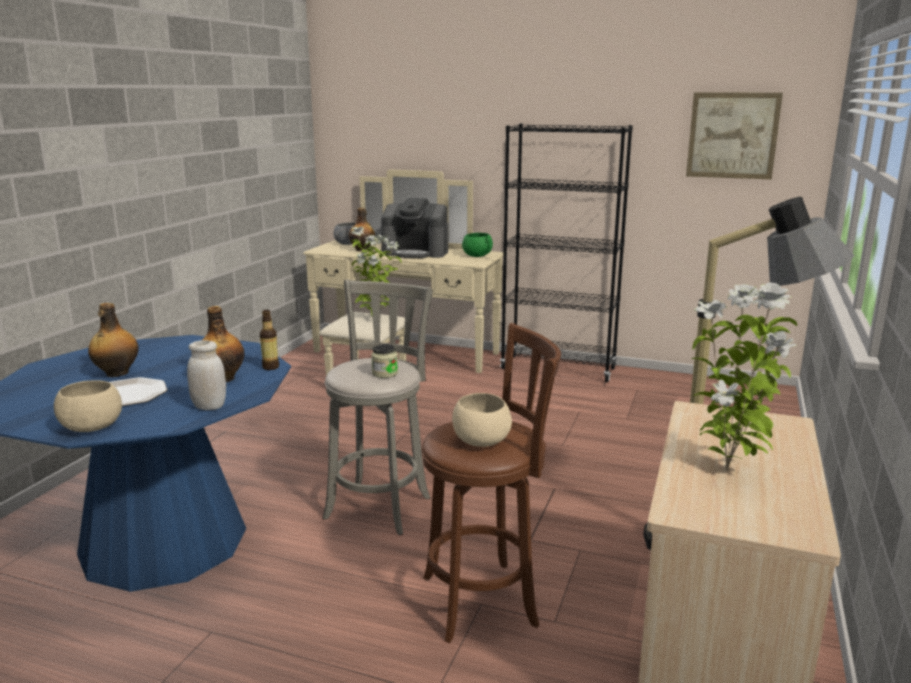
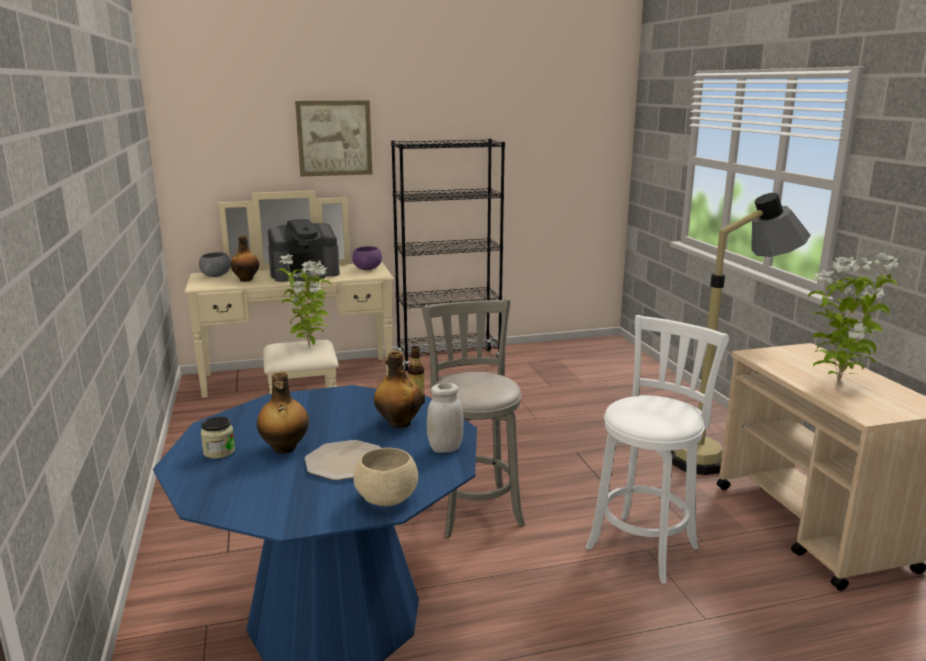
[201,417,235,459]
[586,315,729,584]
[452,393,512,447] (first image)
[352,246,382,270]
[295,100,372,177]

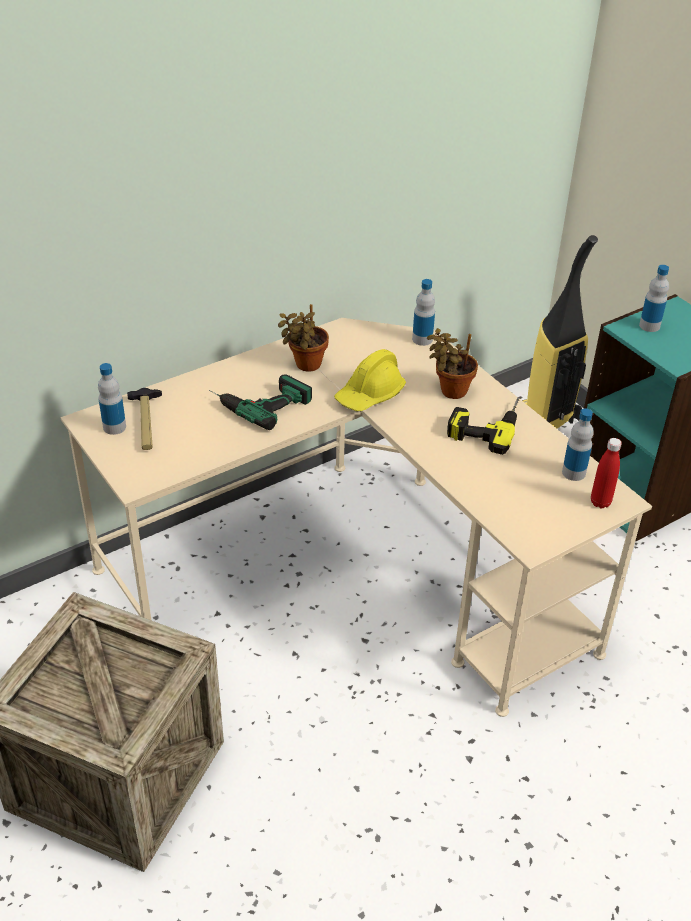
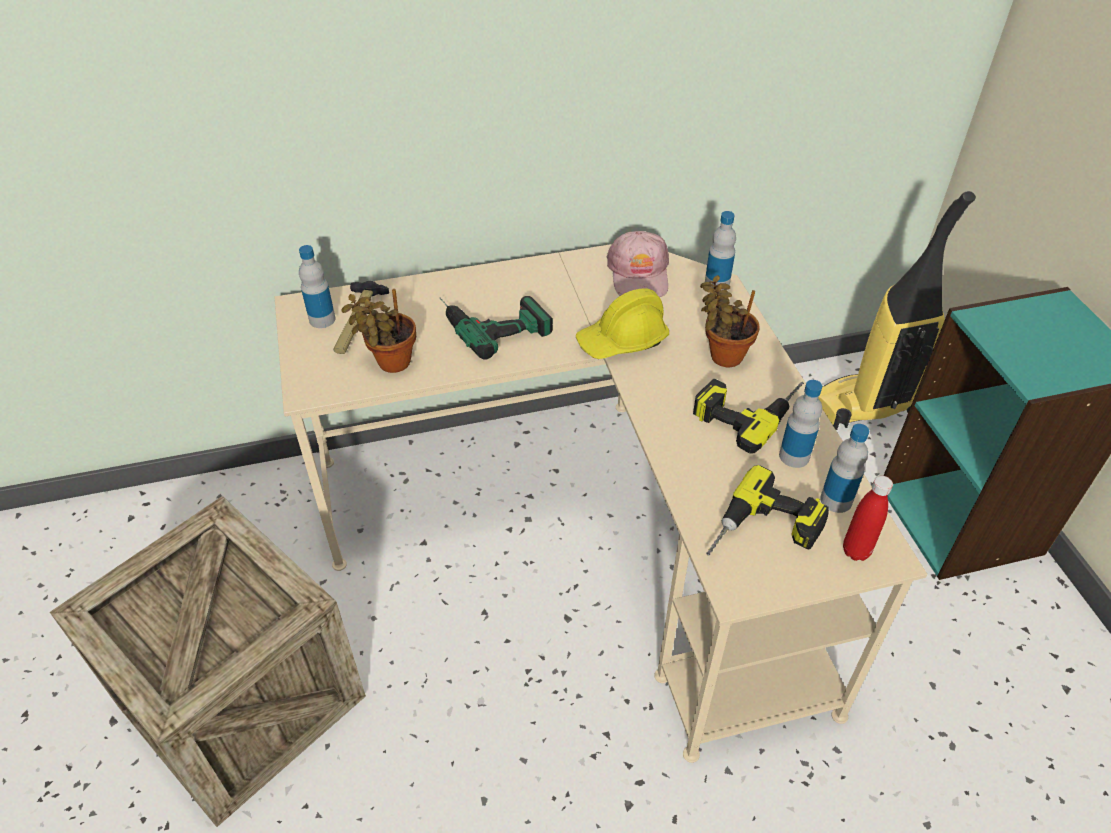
[341,289,416,373]
[779,380,822,468]
[606,231,669,297]
[706,465,829,556]

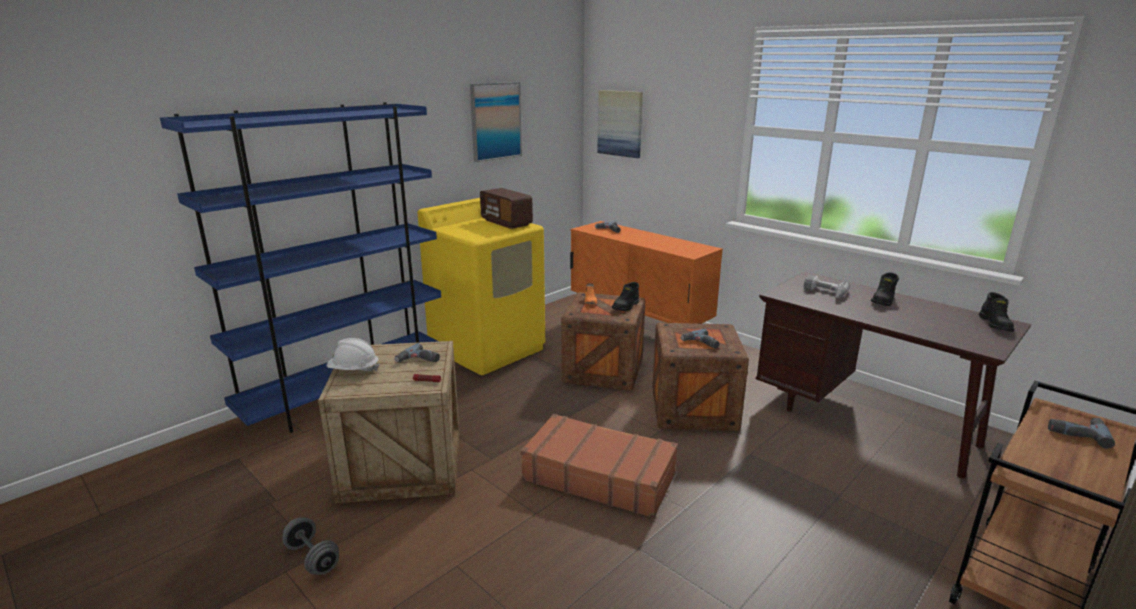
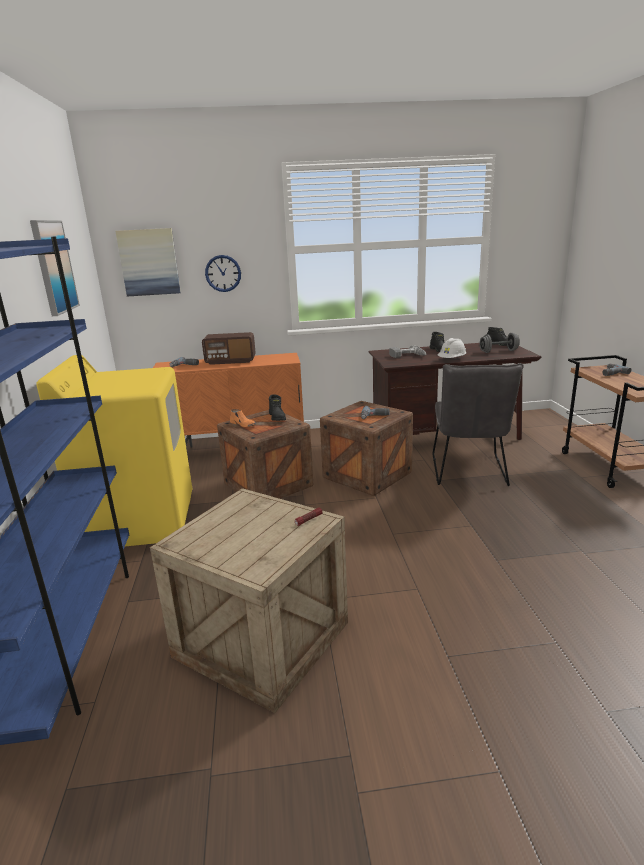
[480,333,520,353]
[438,338,466,358]
[394,343,440,363] (first image)
[202,332,256,365]
[521,414,678,519] (first image)
[205,255,241,292]
[432,363,524,486]

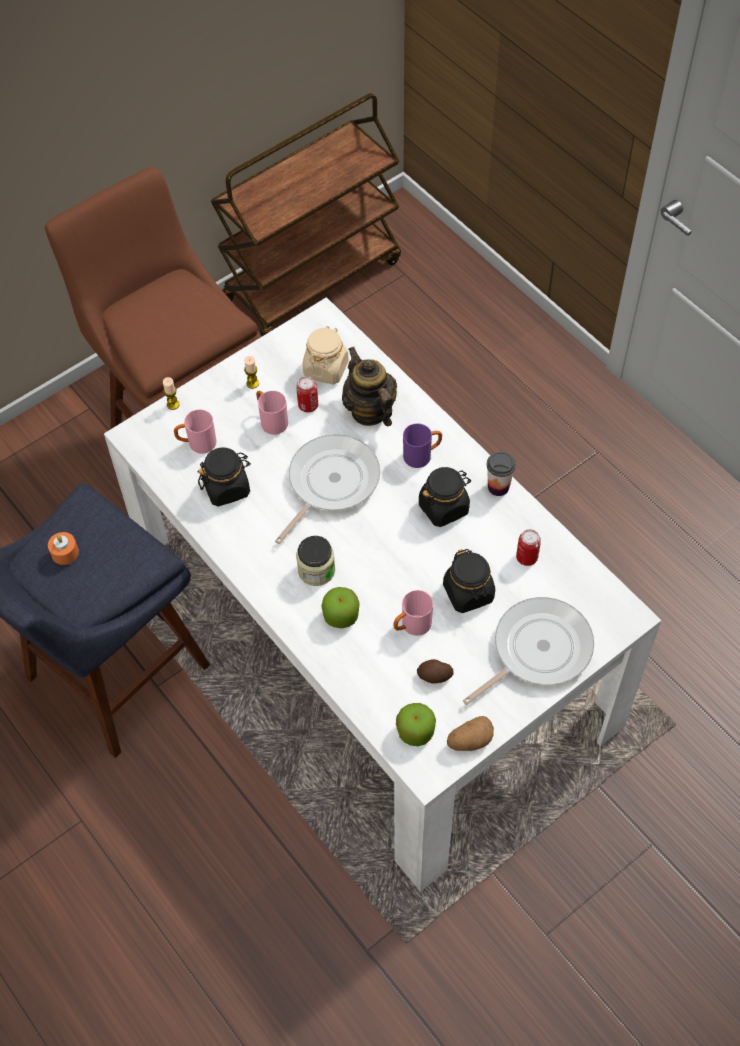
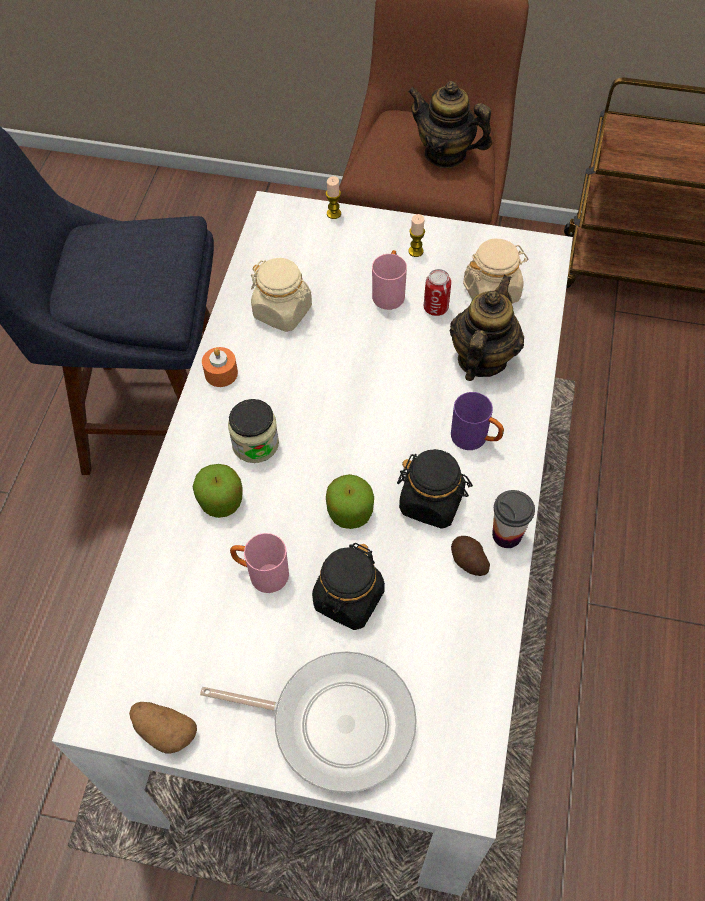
[202,347,238,387]
[174,409,216,454] (first image)
[251,258,312,332]
[275,434,380,544] (first image)
[326,474,374,529]
[451,536,490,576]
[516,529,541,566] (first image)
[408,81,492,168]

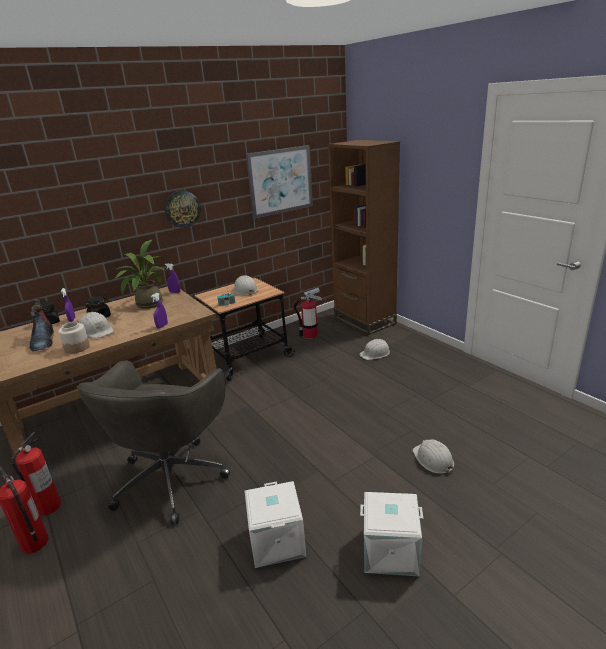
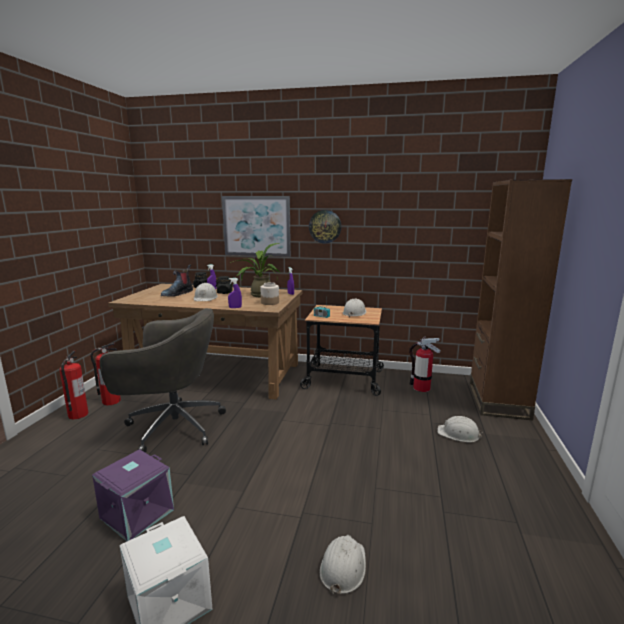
[260,282,279,305]
[100,308,226,453]
[92,449,174,541]
[222,196,291,257]

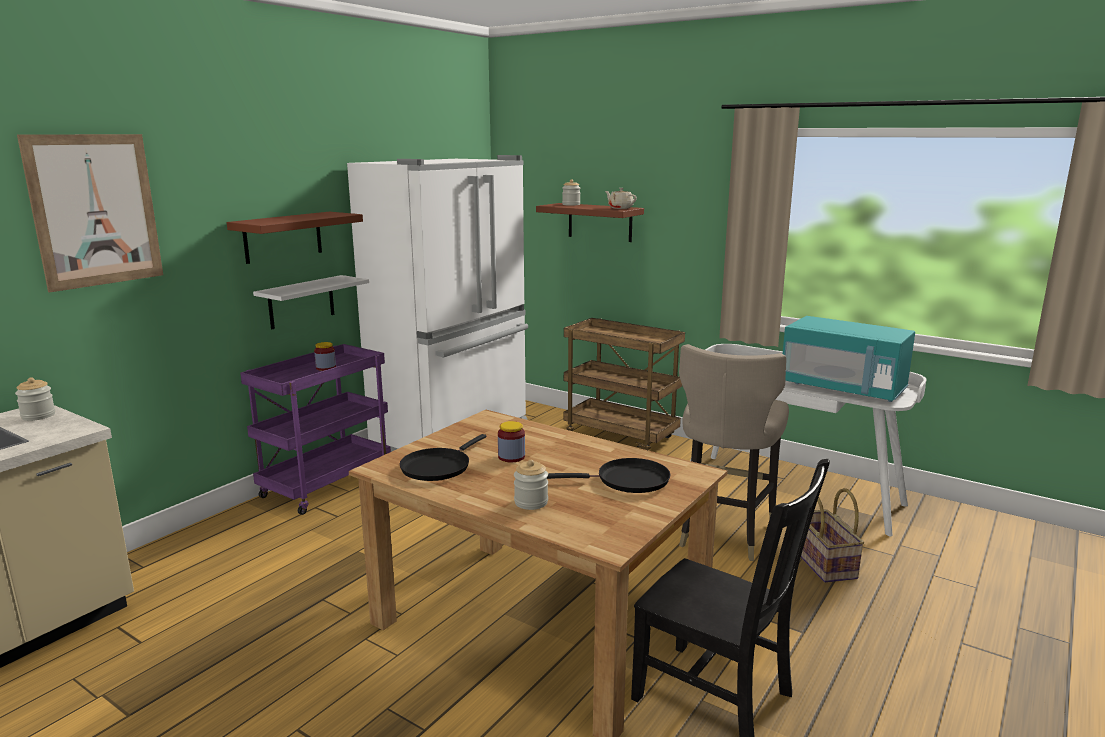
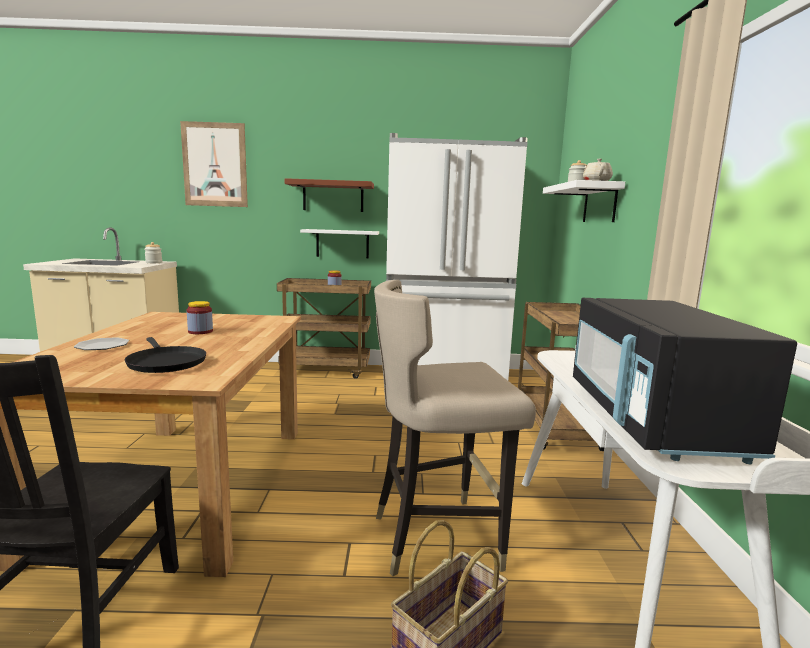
[277,278,371,379]
[400,434,486,481] (first image)
[74,337,129,350]
[543,180,625,222]
[573,298,797,464]

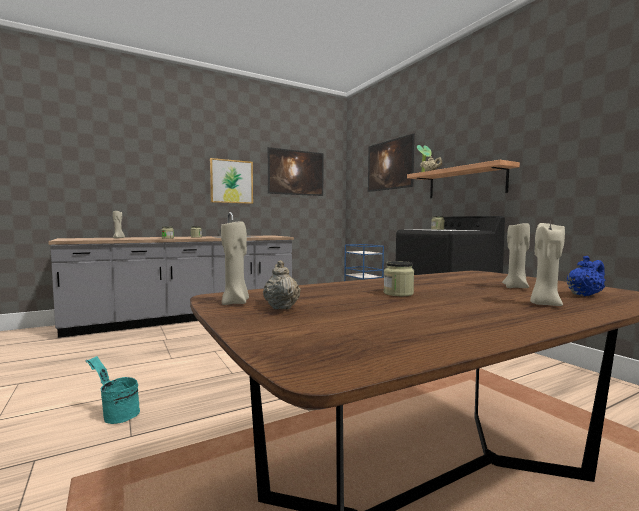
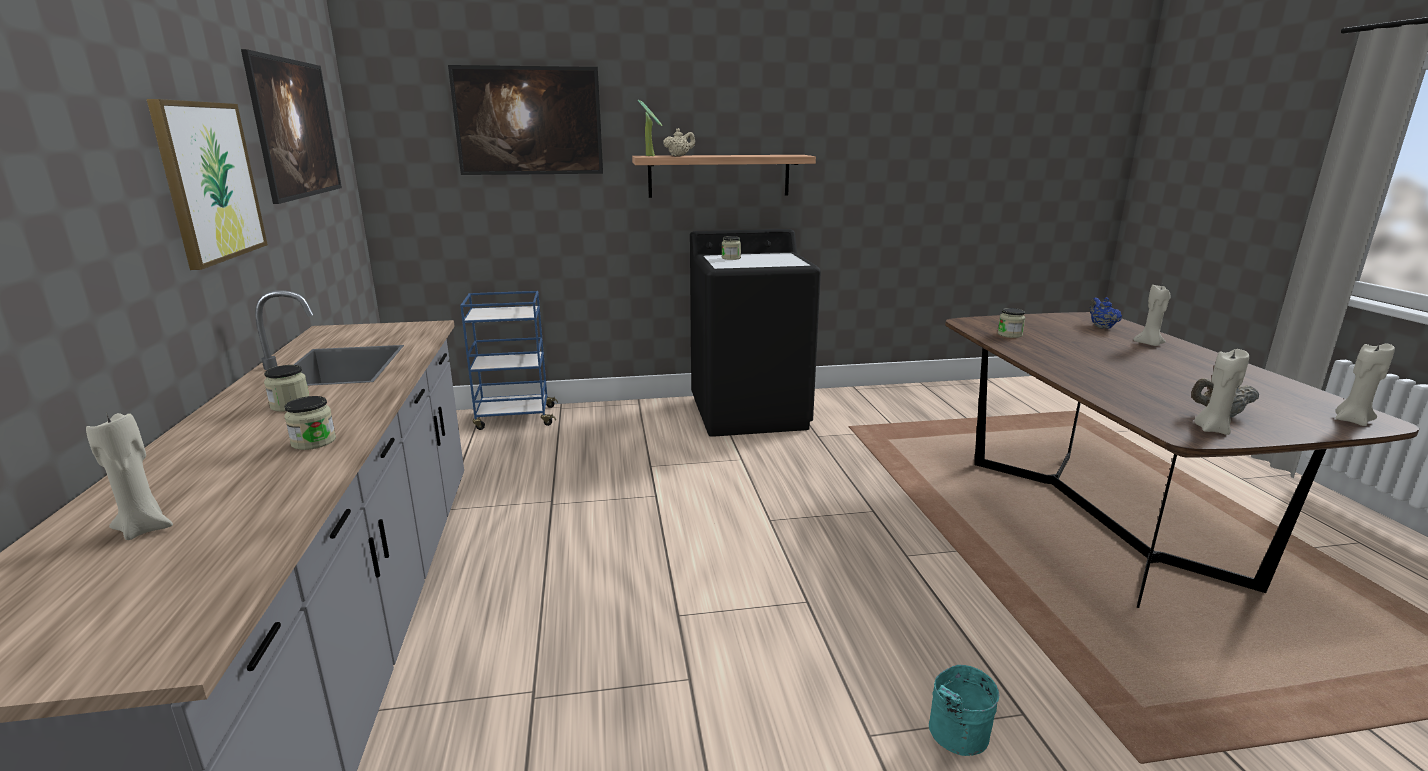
[998,308,1025,338]
[1335,342,1395,426]

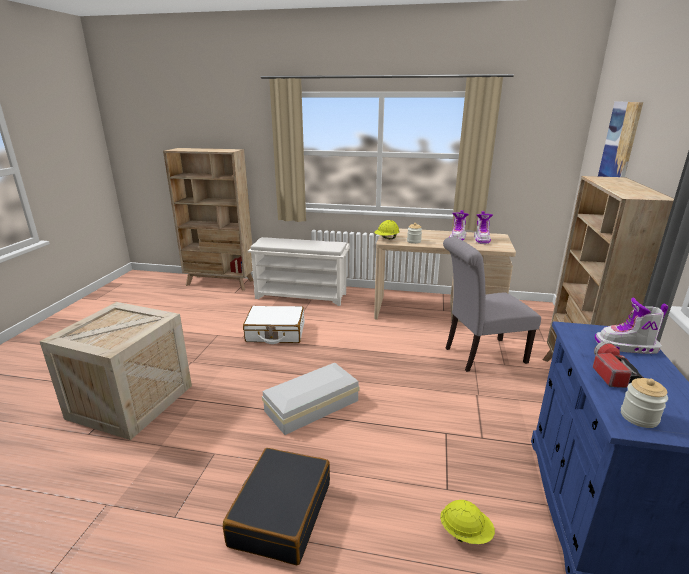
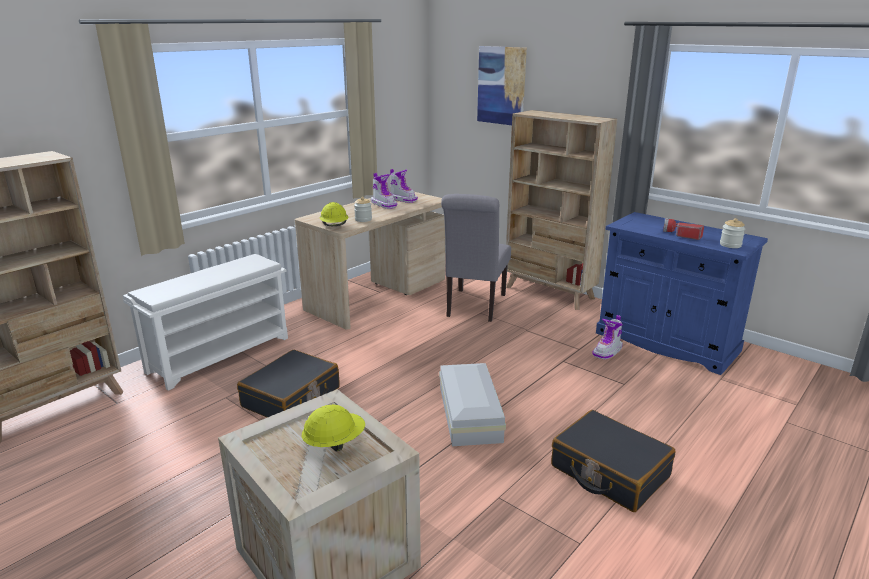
[237,350,339,417]
[301,404,365,452]
[592,315,623,359]

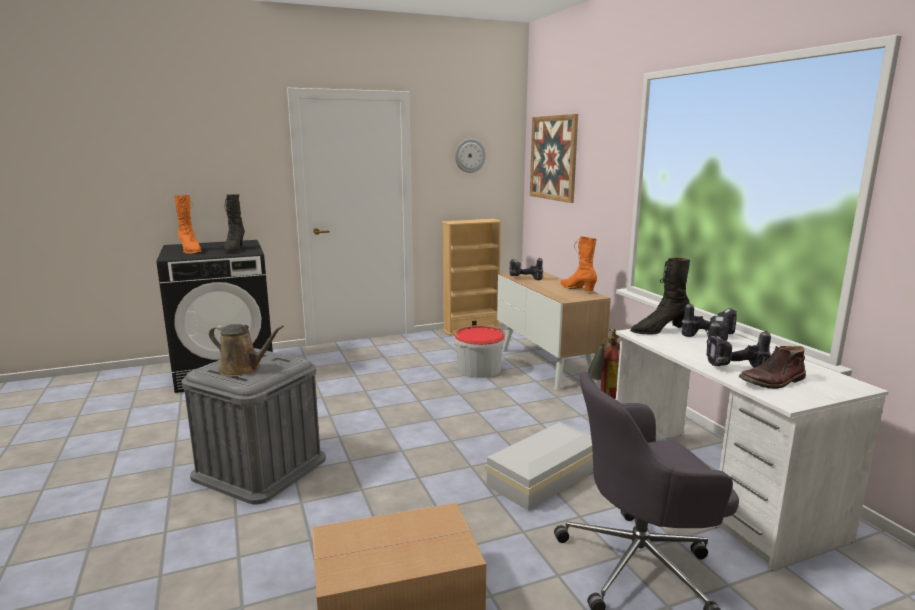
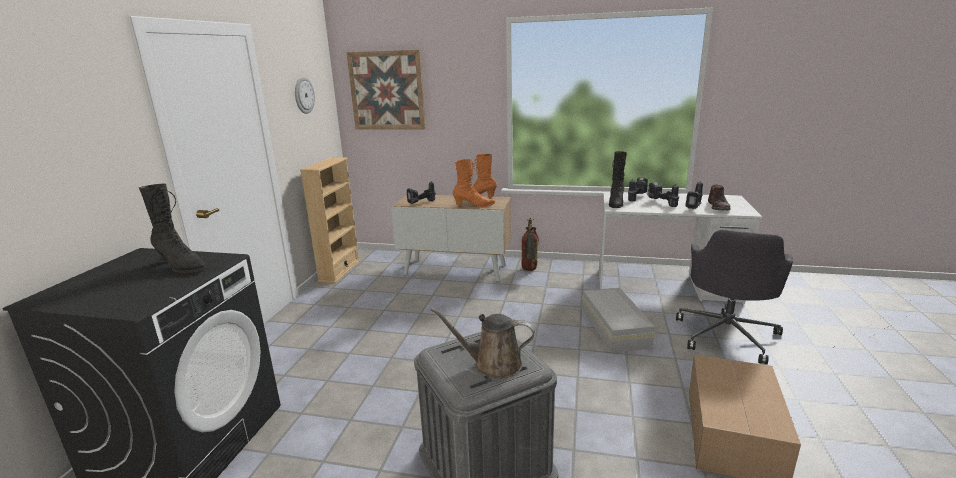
[453,159,495,207]
[430,308,535,379]
[454,326,505,378] (first image)

